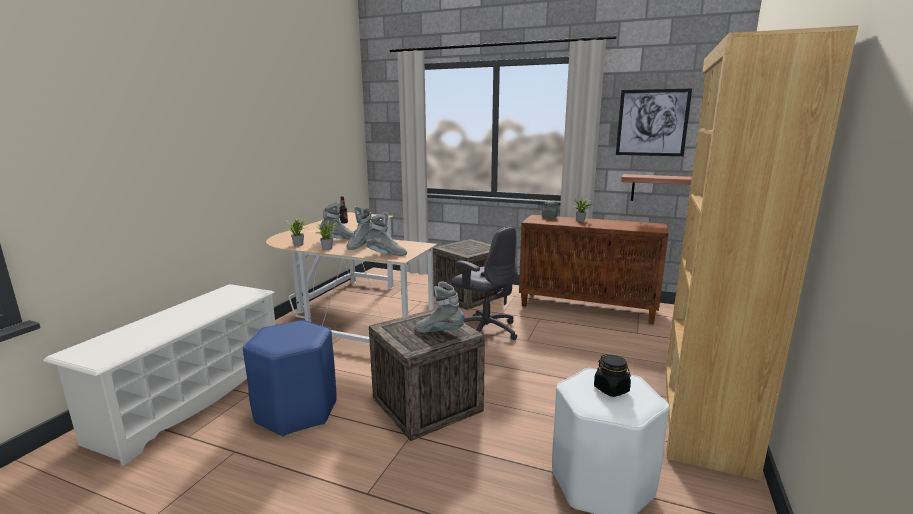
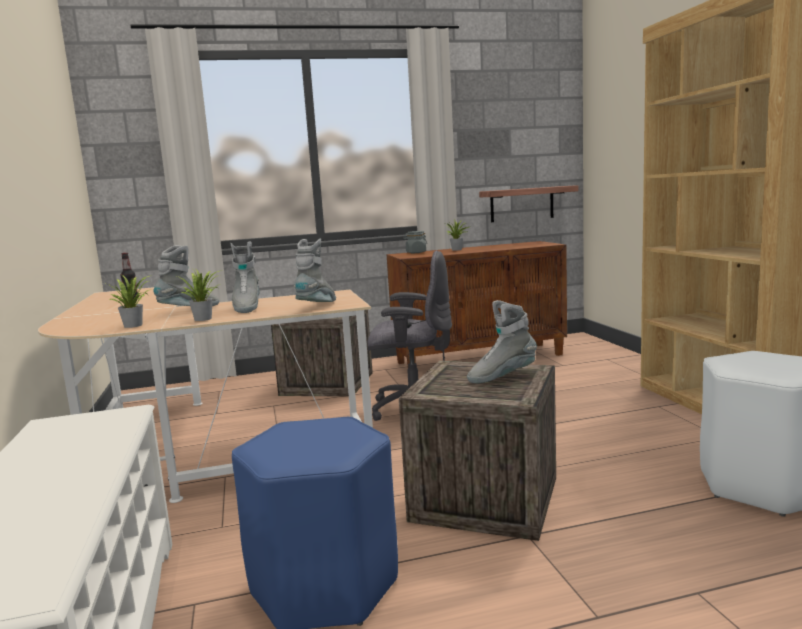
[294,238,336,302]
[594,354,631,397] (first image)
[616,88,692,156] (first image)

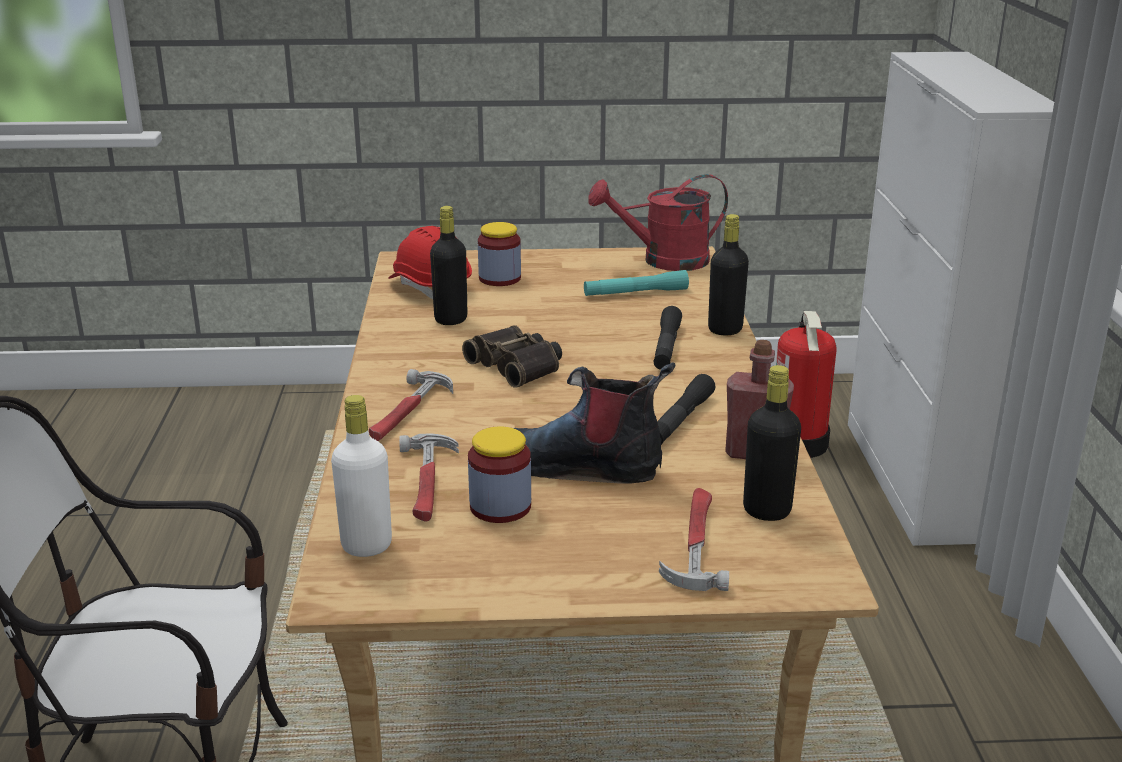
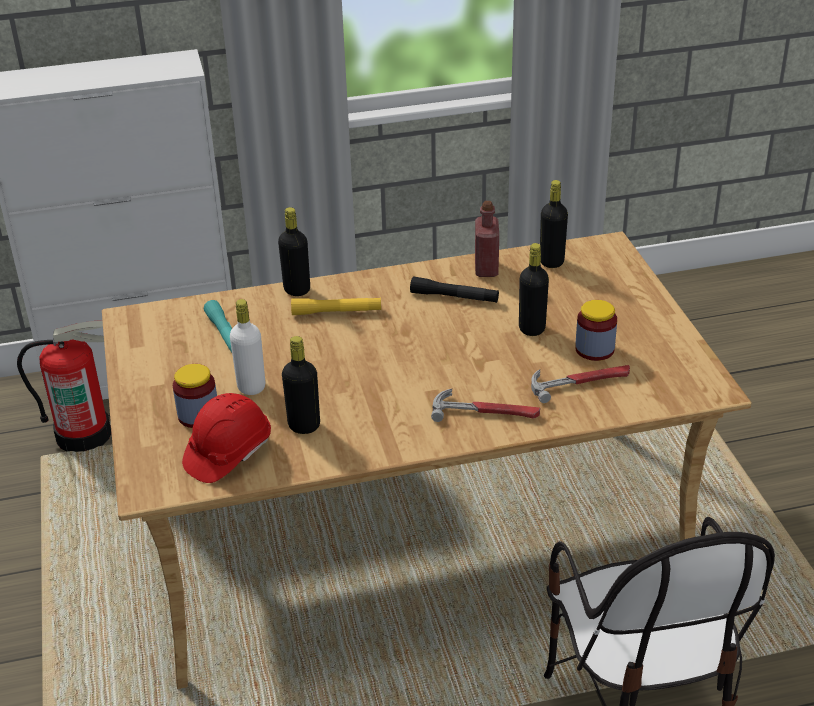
[230,299,265,395]
[462,325,562,388] (first image)
[519,243,549,336]
[588,174,728,271] (first image)
[291,298,381,315]
[659,488,729,591] (first image)

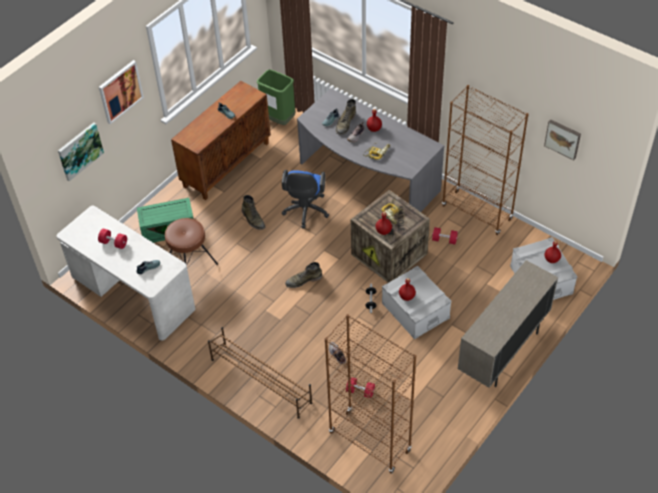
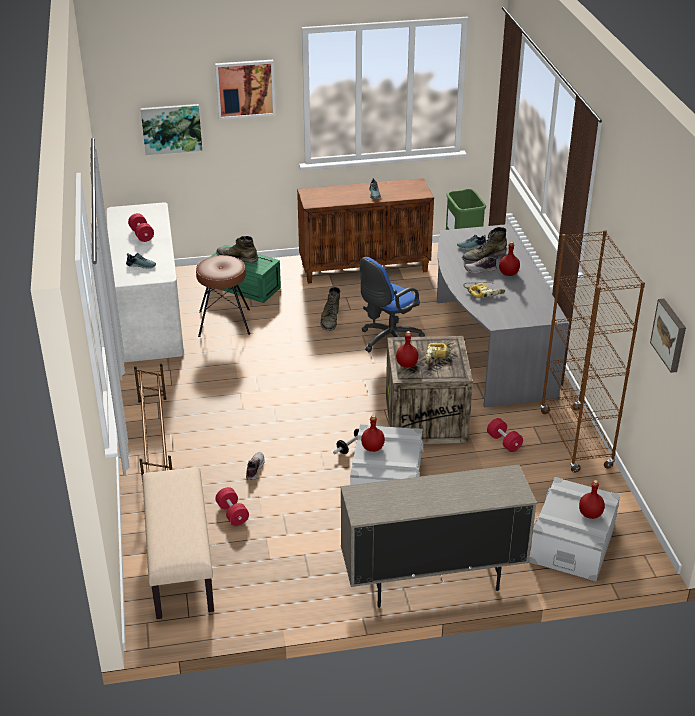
[216,236,258,263]
[142,467,214,619]

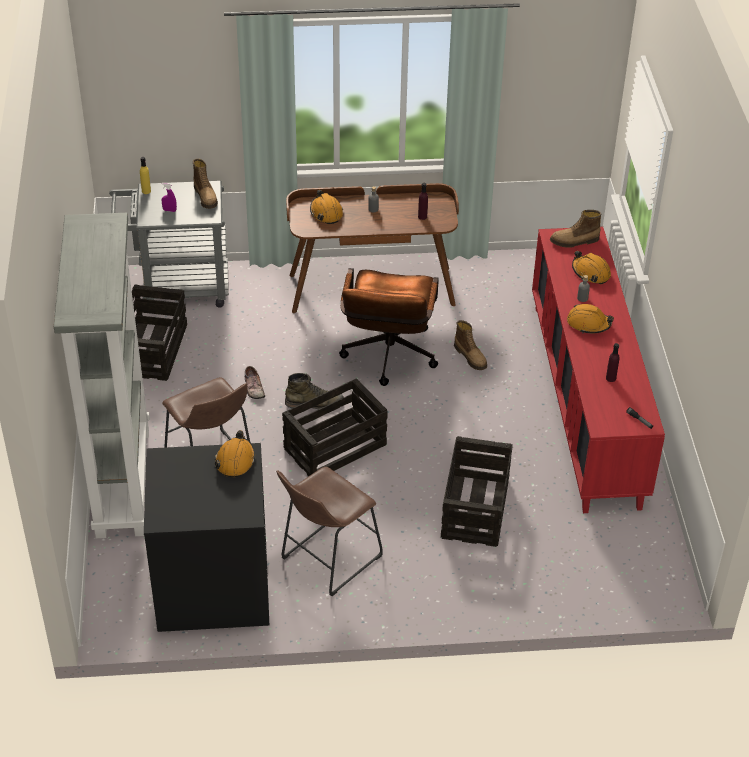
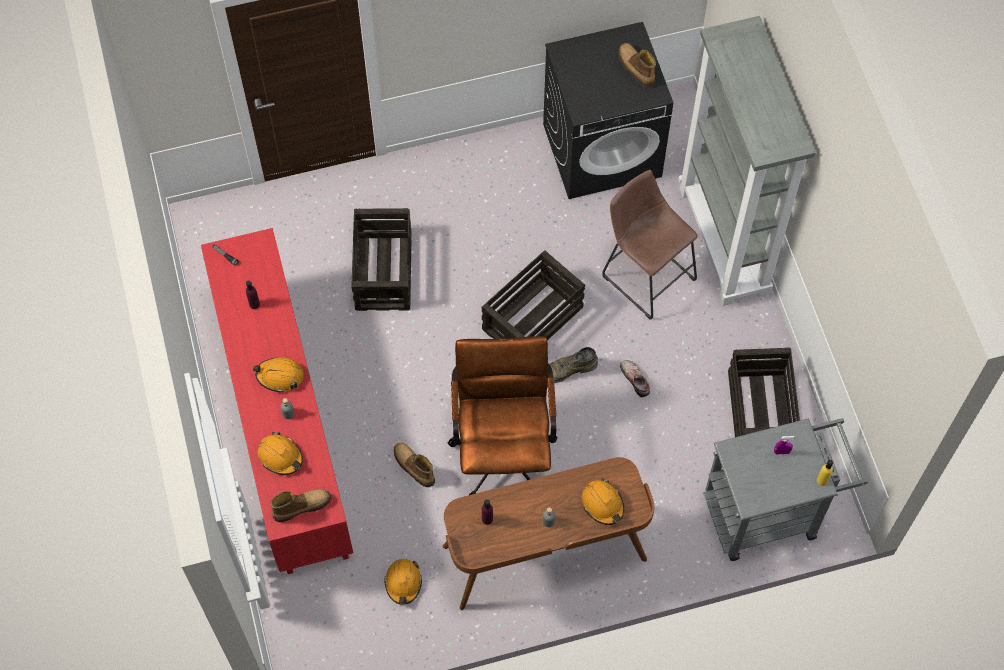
[618,43,656,88]
[384,559,422,605]
[276,467,383,596] (first image)

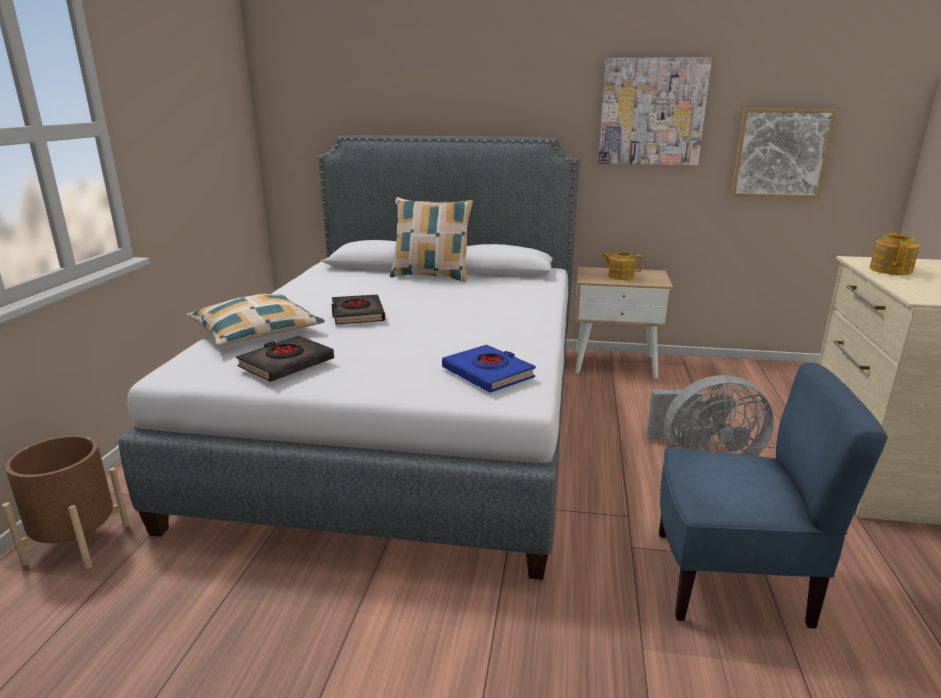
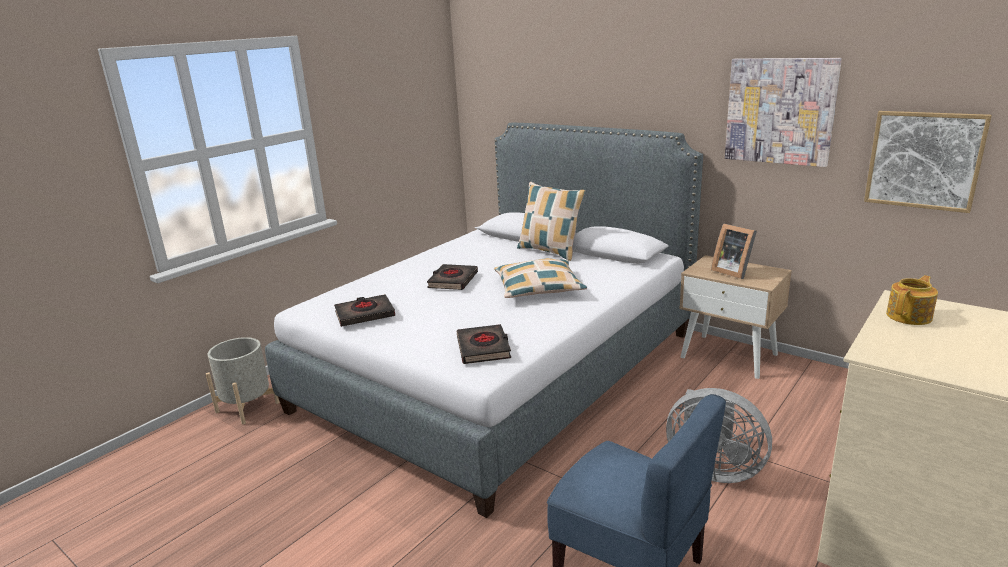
[206,337,280,424]
[494,258,587,298]
[457,324,511,364]
[711,223,757,279]

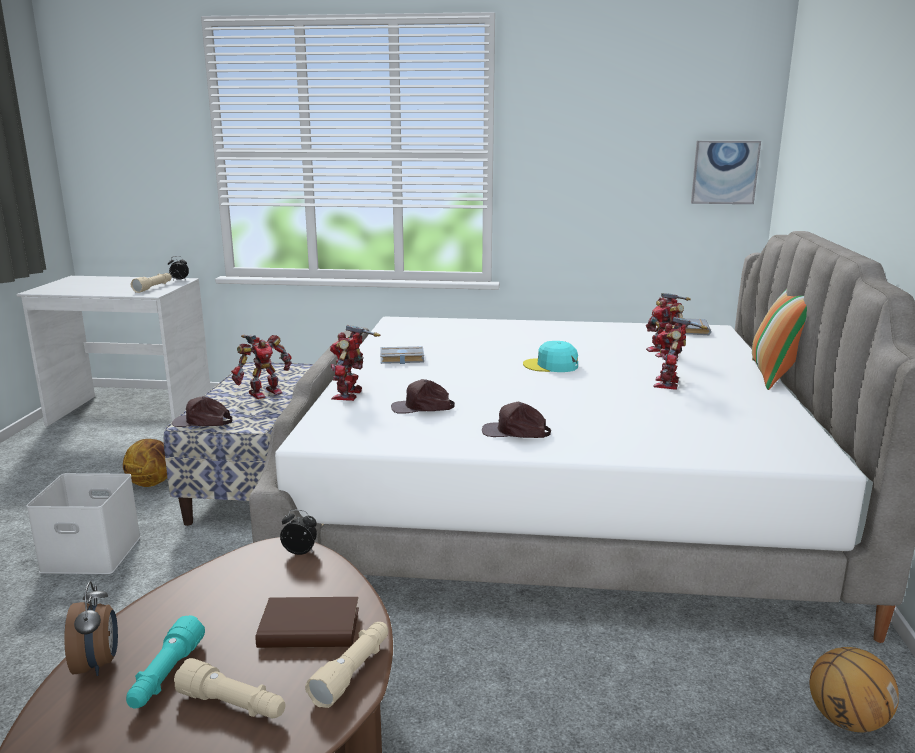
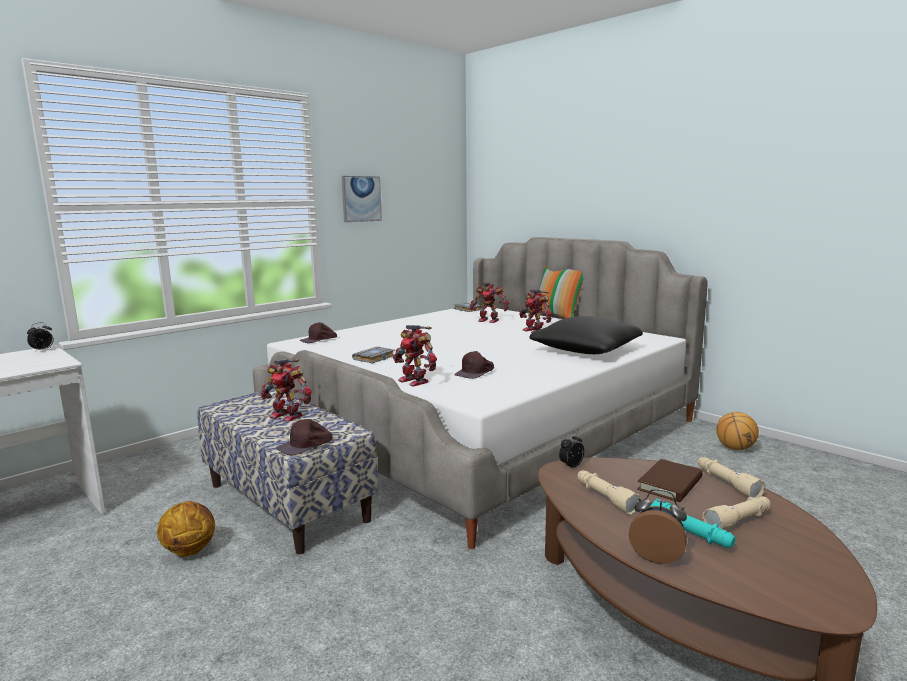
[26,473,141,574] (first image)
[577,470,641,515]
[260,359,312,422]
[300,322,337,343]
[523,341,578,372] (first image)
[342,176,382,222]
[529,316,643,354]

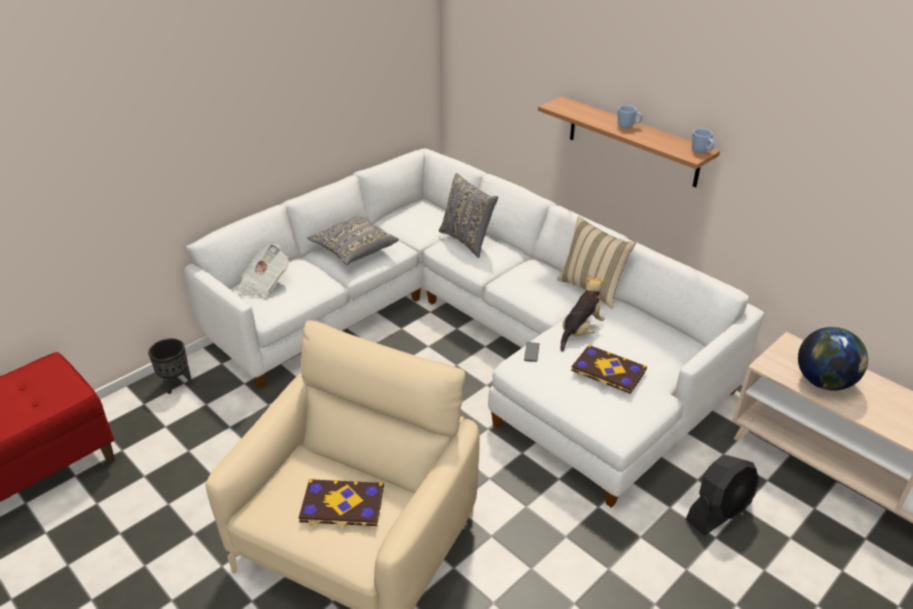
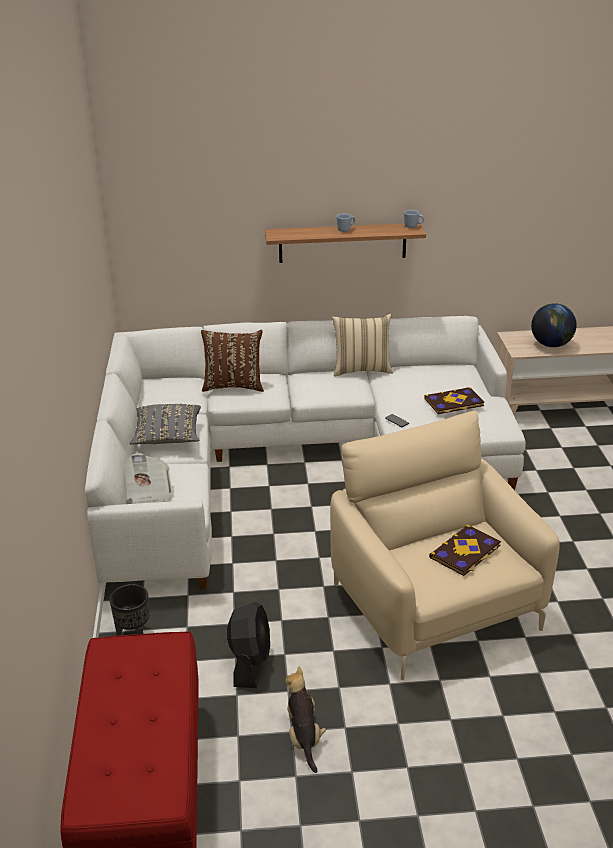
[201,330,264,392]
[285,666,326,773]
[227,602,270,688]

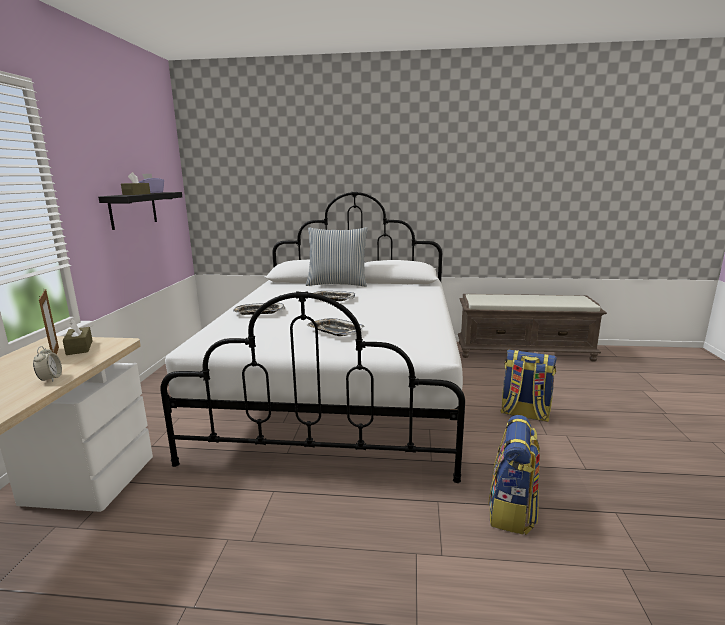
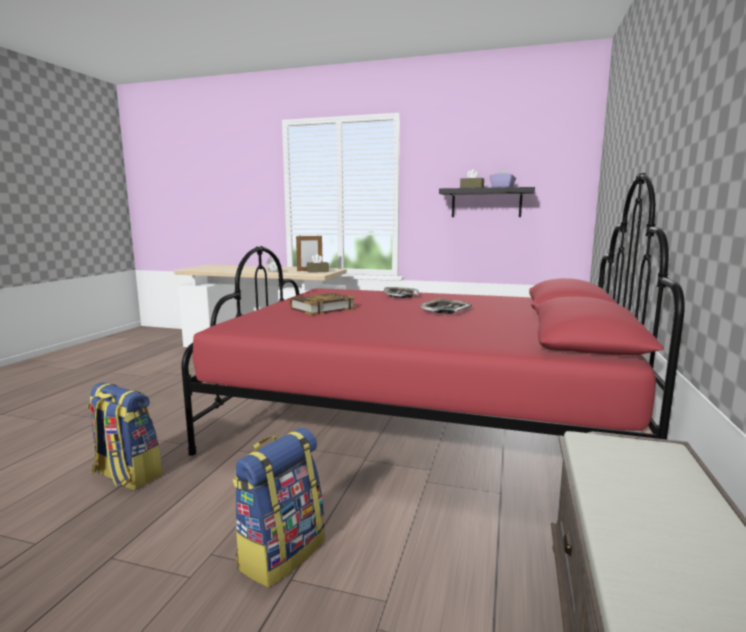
[181,173,685,456]
[306,227,368,287] (first image)
[290,293,356,315]

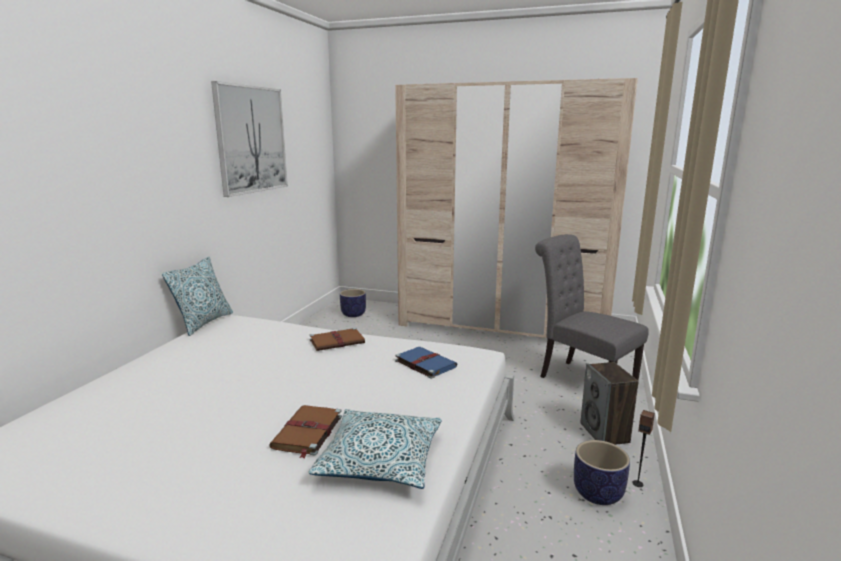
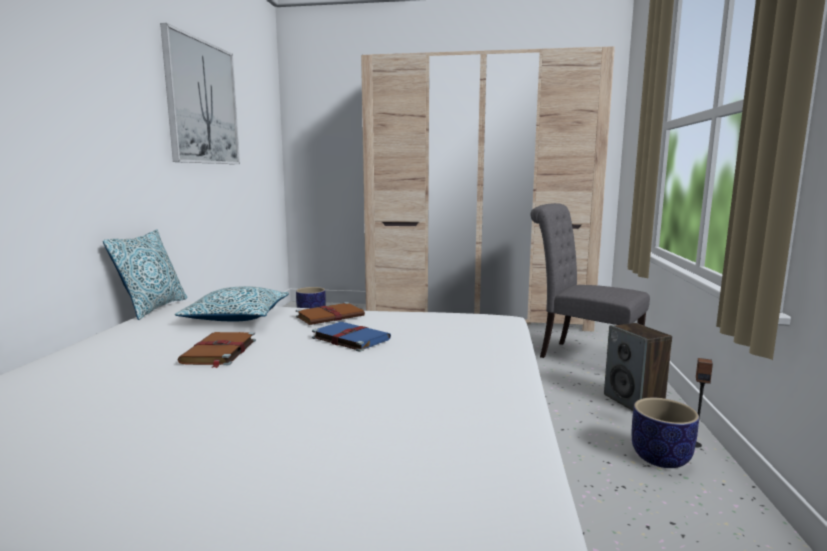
[178,332,256,368]
[175,286,289,321]
[312,322,391,352]

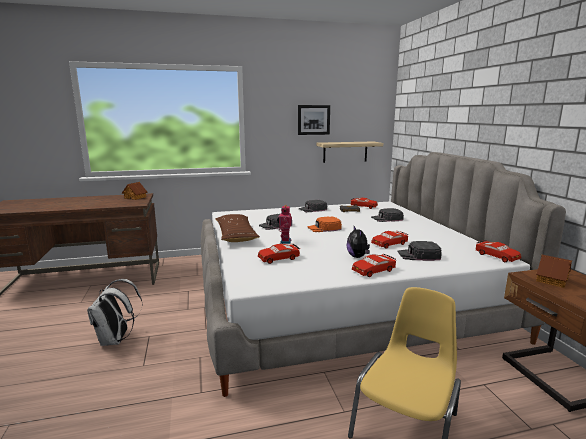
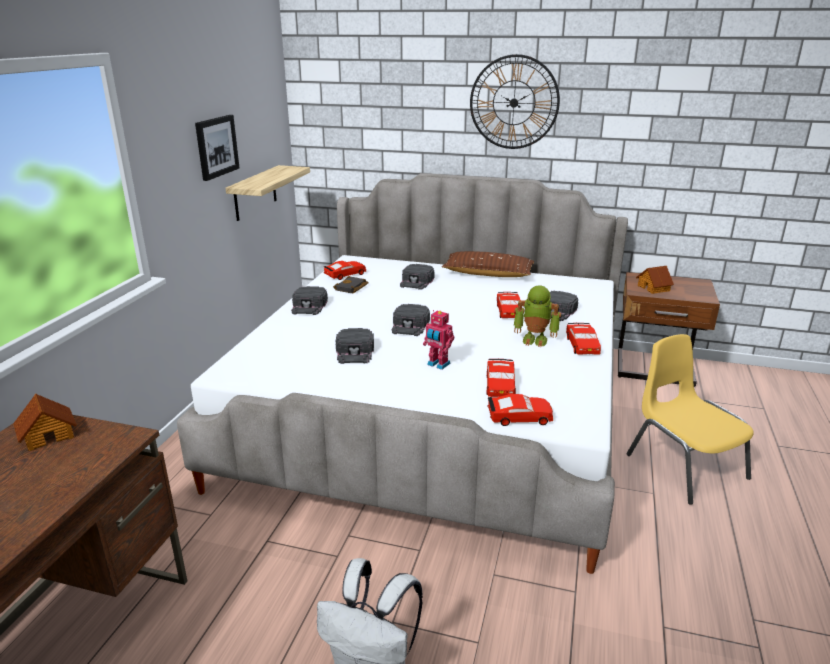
[442,251,534,277]
[391,304,430,336]
[514,285,561,347]
[487,394,553,426]
[470,54,560,149]

